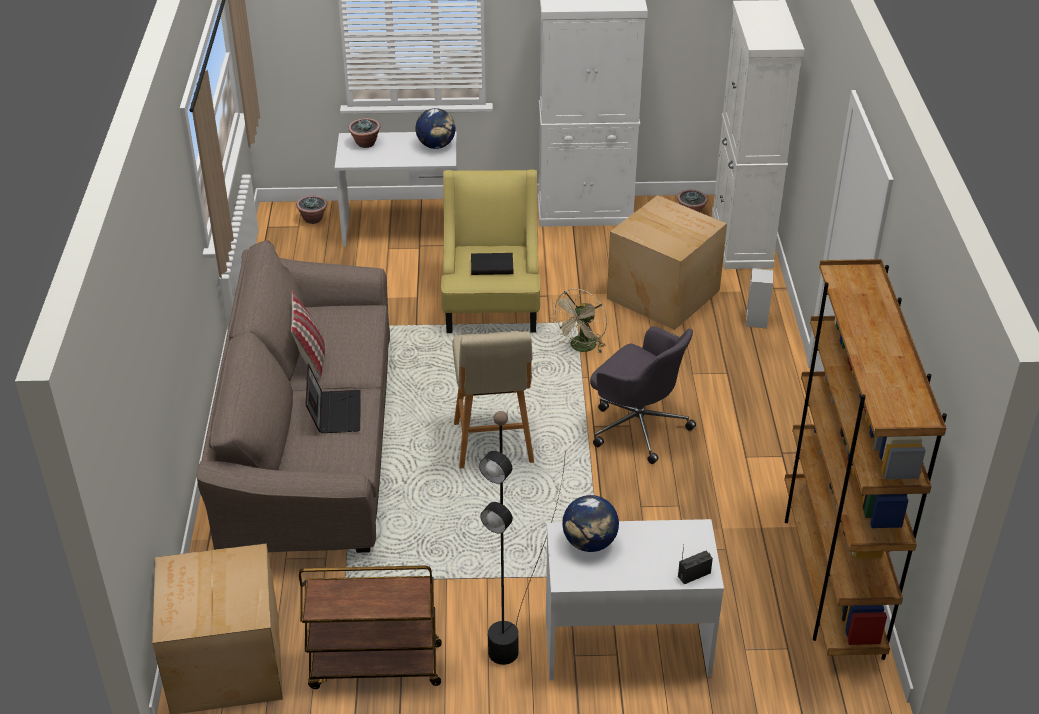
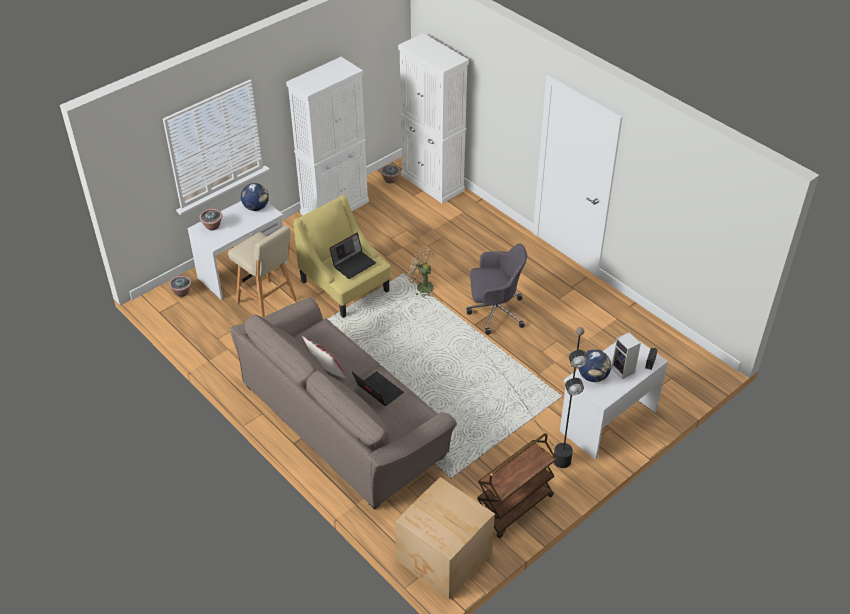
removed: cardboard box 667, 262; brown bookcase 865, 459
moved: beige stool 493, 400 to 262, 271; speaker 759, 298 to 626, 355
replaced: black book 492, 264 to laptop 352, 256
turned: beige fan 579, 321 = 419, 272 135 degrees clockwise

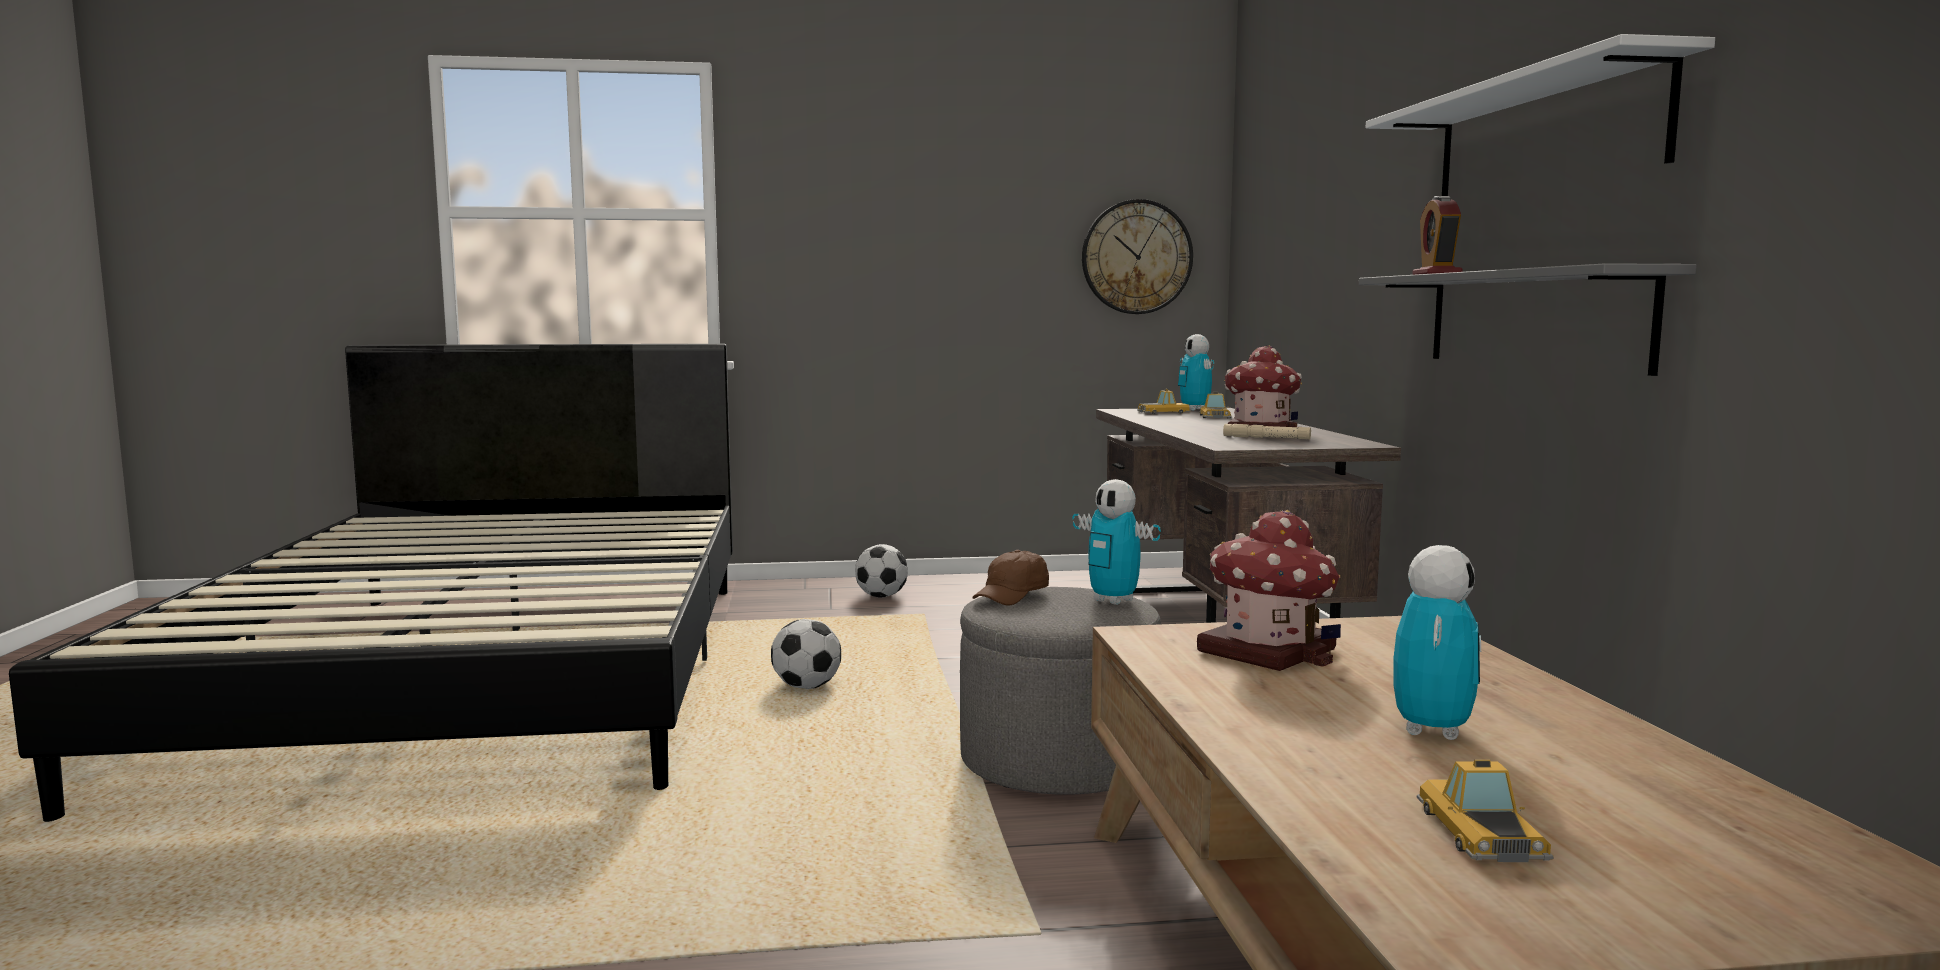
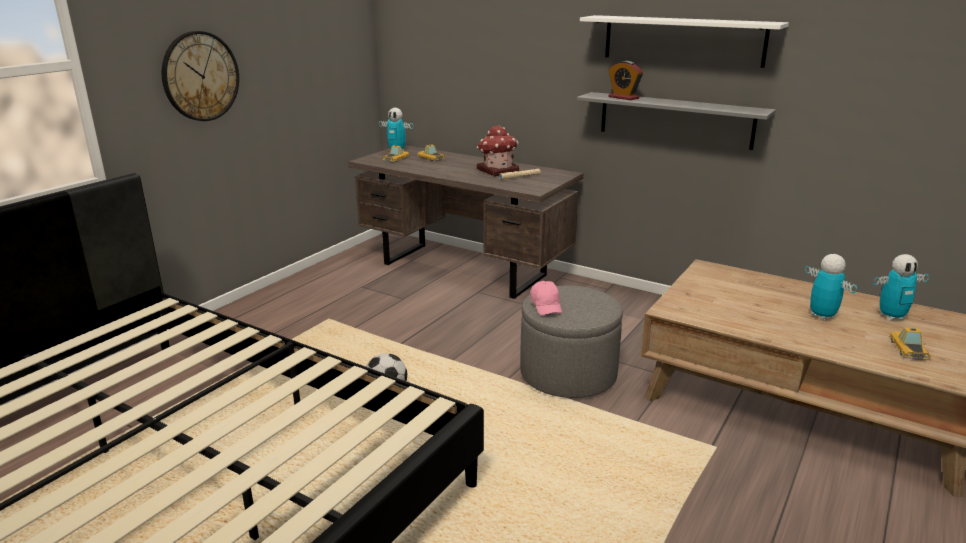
removed: football 881, 571; toy house 1269, 590
moved: toy robot 1116, 542 to 901, 287; wall clock 1137, 256 to 200, 76
recoloured: brown cap 1010, 578 to pink cap 546, 298
turned: toy car 1485, 811 = 910, 344 60 degrees clockwise

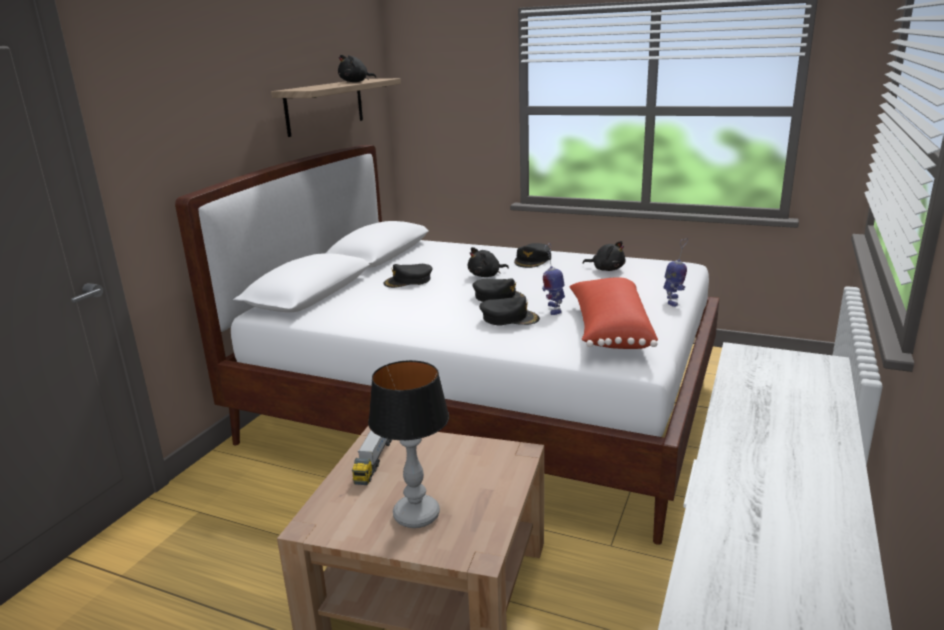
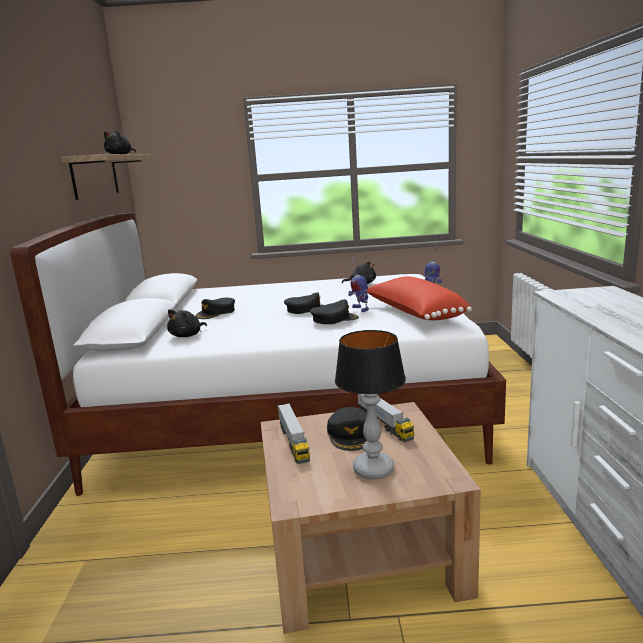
added: toy truck 386, 418
moved: black plush toy 488, 262 to 187, 323; black cap 532, 255 to 347, 429

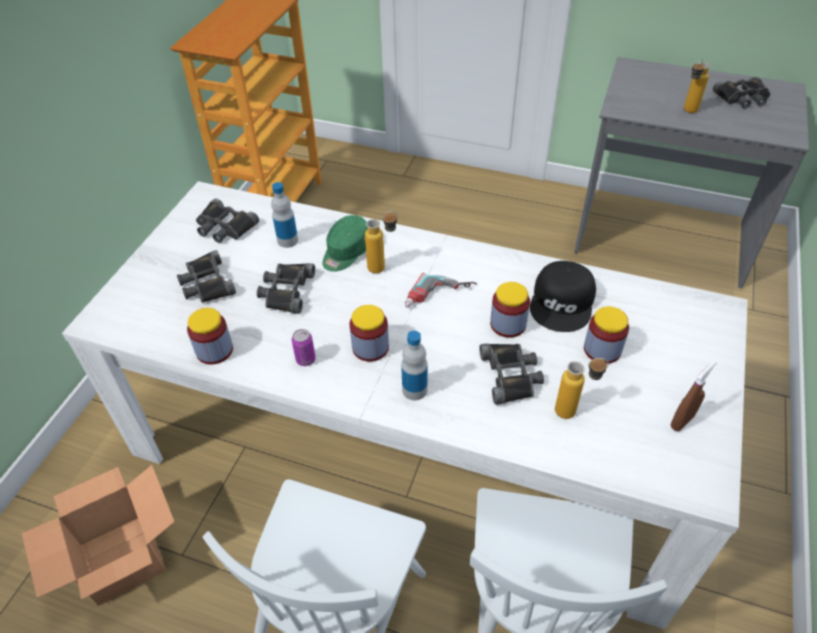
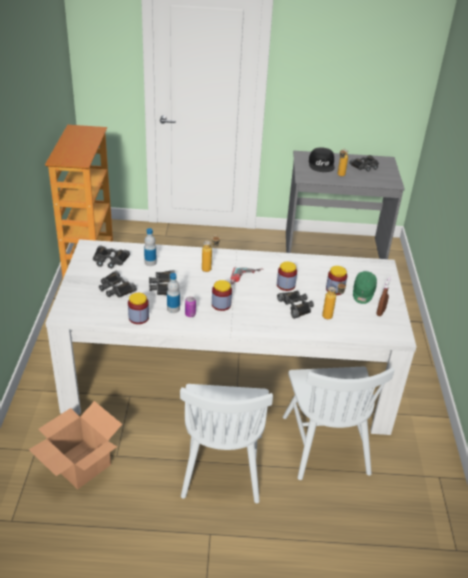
moved: green cap 345, 243 to 365, 287; bottle 414, 365 to 173, 293; black cap 563, 296 to 322, 160

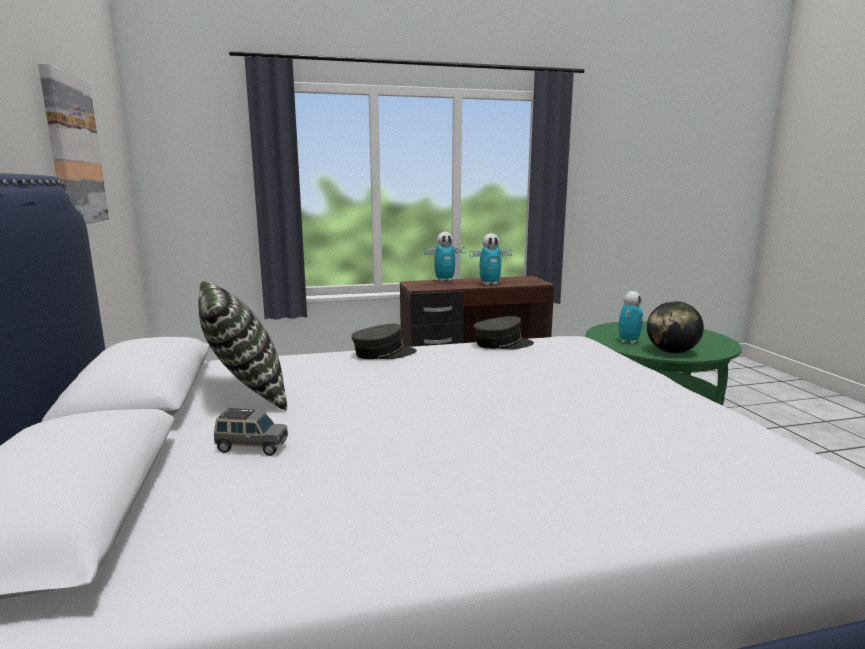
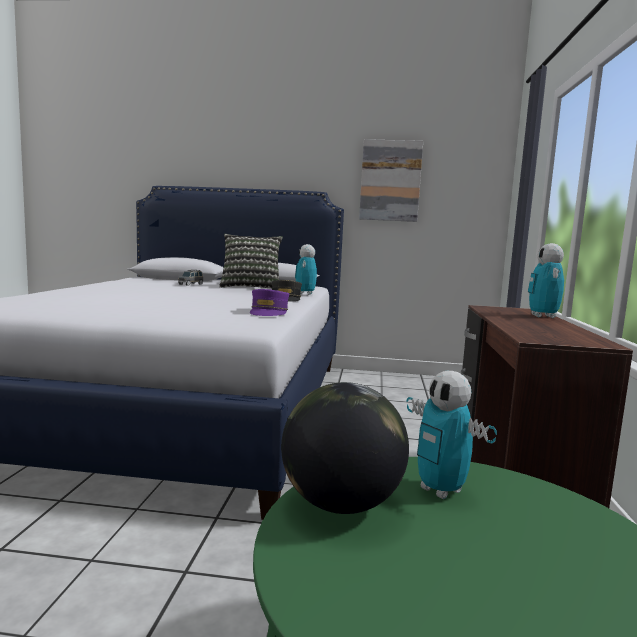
moved: toy robot 490, 259 to 306, 269
recoloured: grey cap 504, 332 to purple cap 269, 302

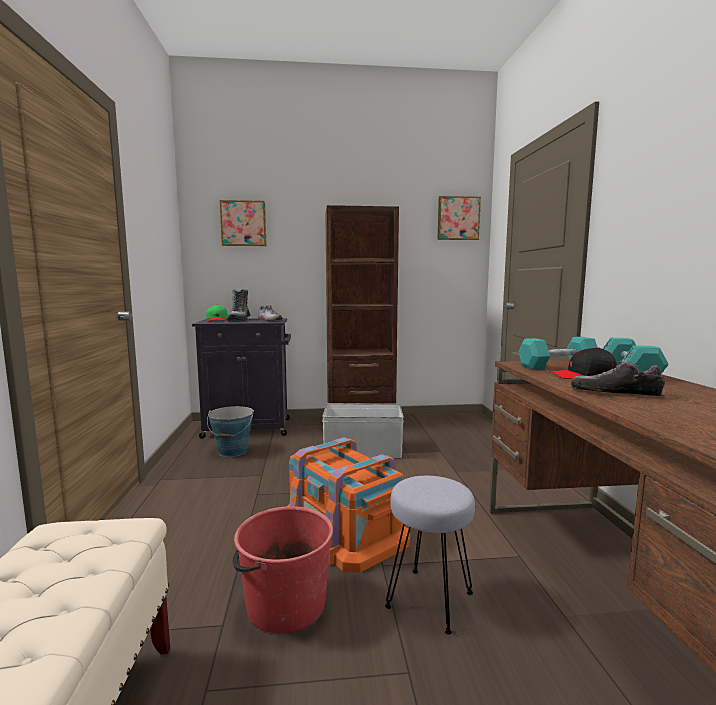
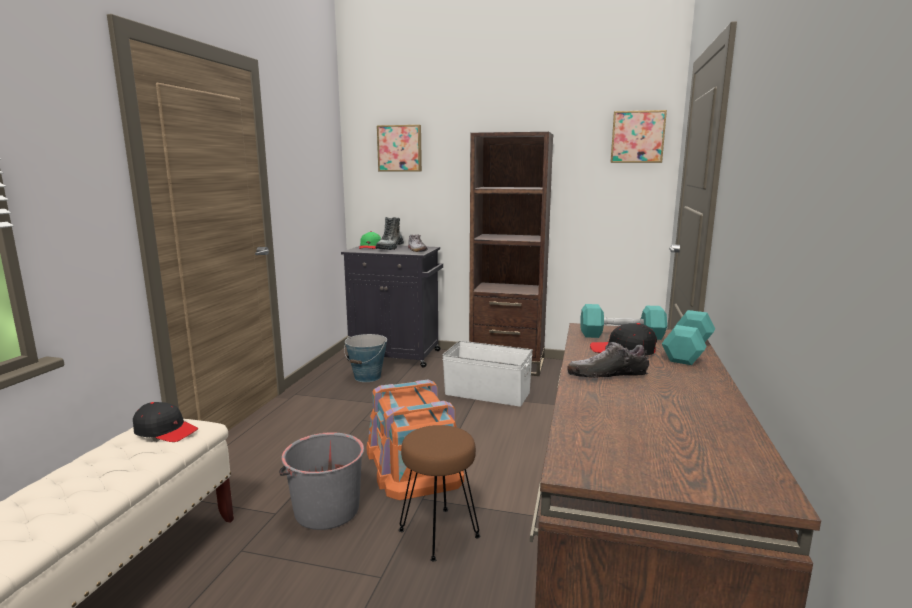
added: black cap 166, 422
recoloured: red bucket 283, 570 to grey bucket 321, 481; grey stool 430, 555 to brown stool 439, 493
turned: shoe 618, 378 = 608, 360 45 degrees counterclockwise

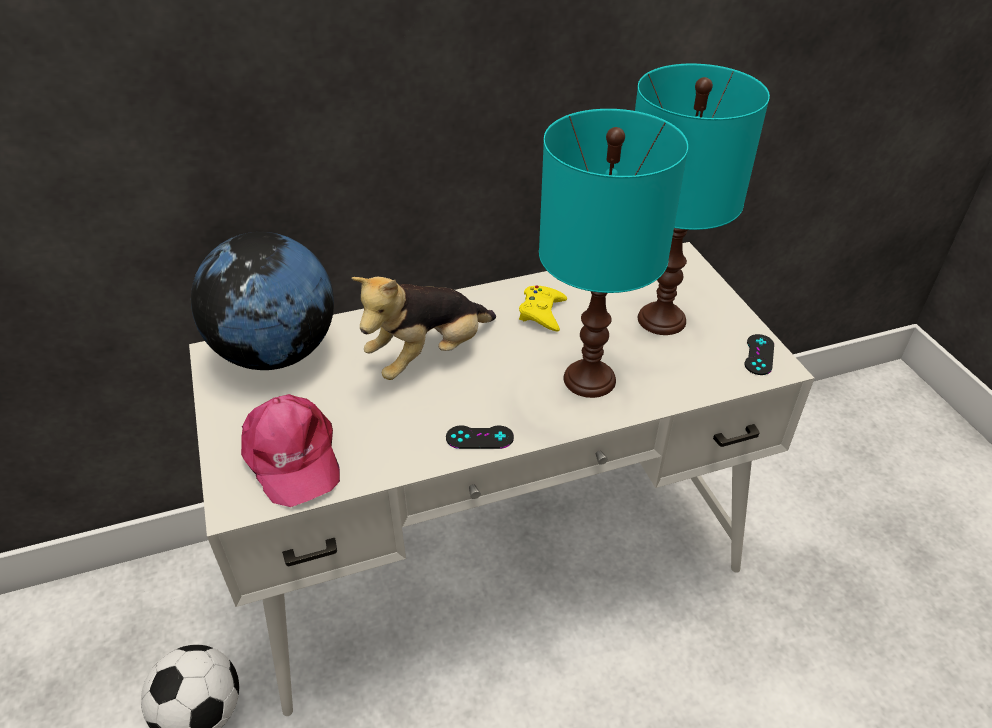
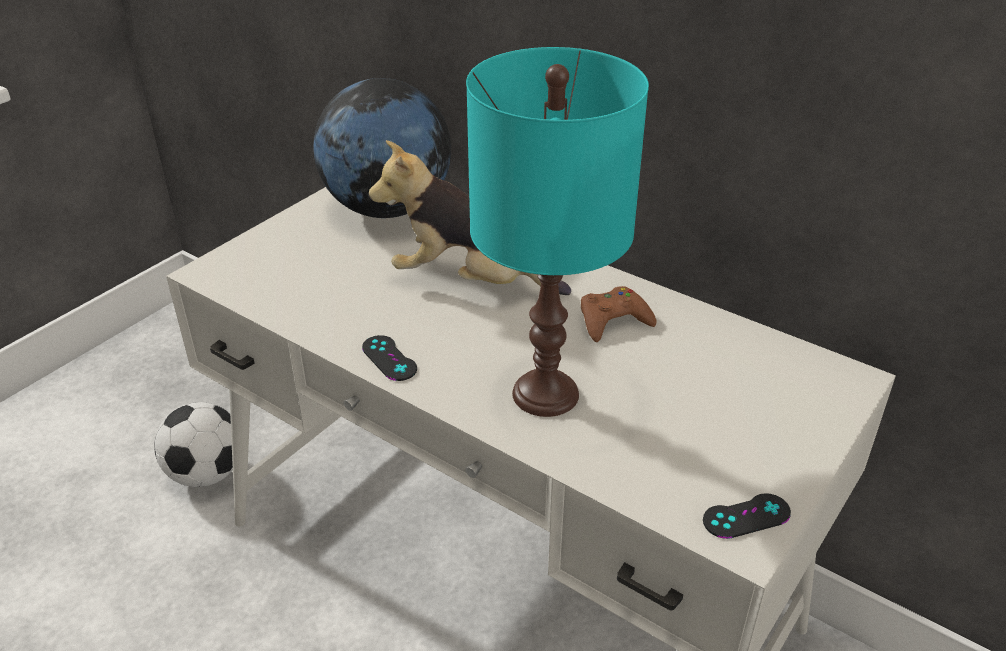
removed: pink cap 290, 450; turquoise table lamp 702, 199
recoloured: yellow game controller 543, 308 to brown game controller 619, 314

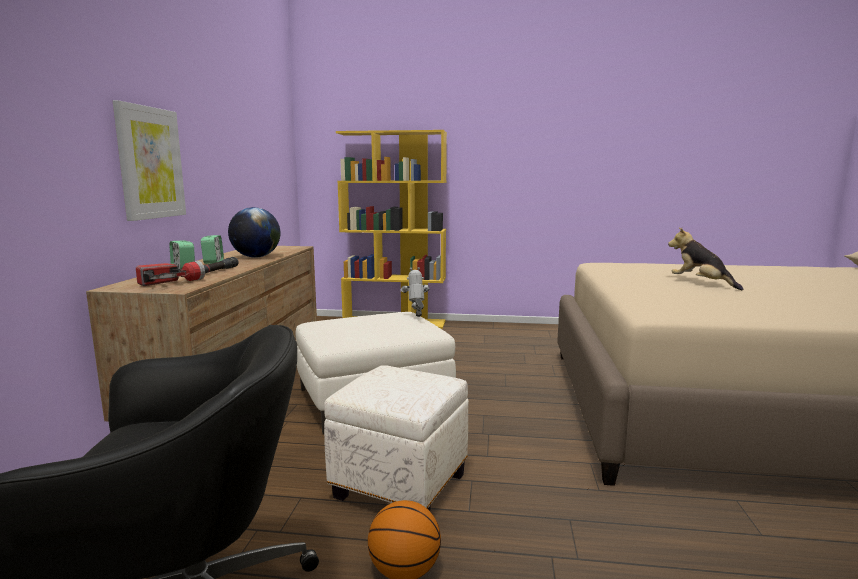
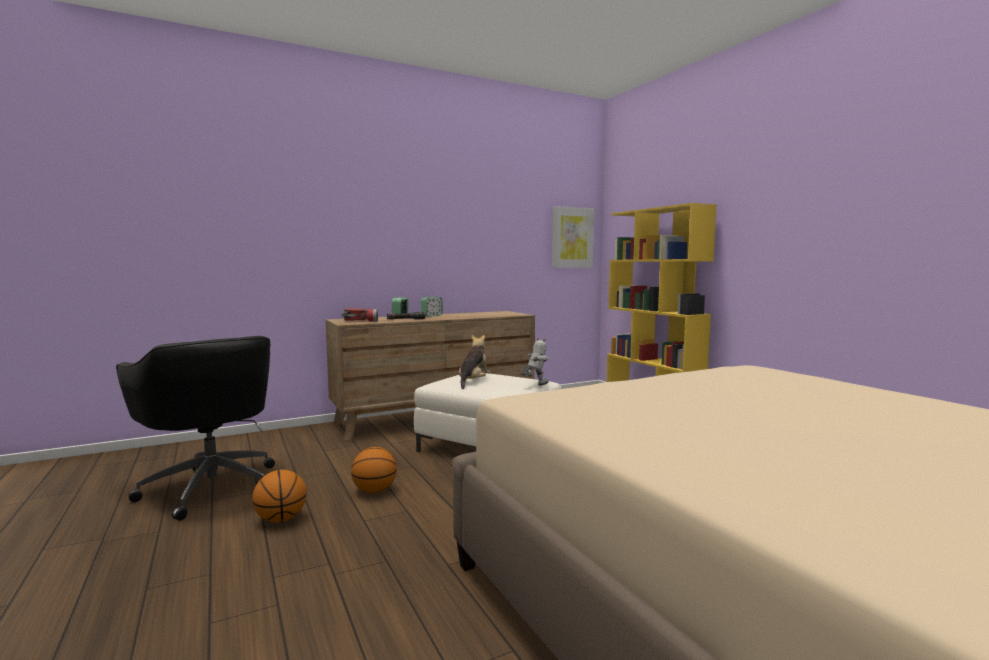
removed: globe 254, 232
moved: picture 149, 160 to 573, 237; plush toy 705, 259 to 475, 361
replaced: white ottoman 396, 438 to basketball 374, 470

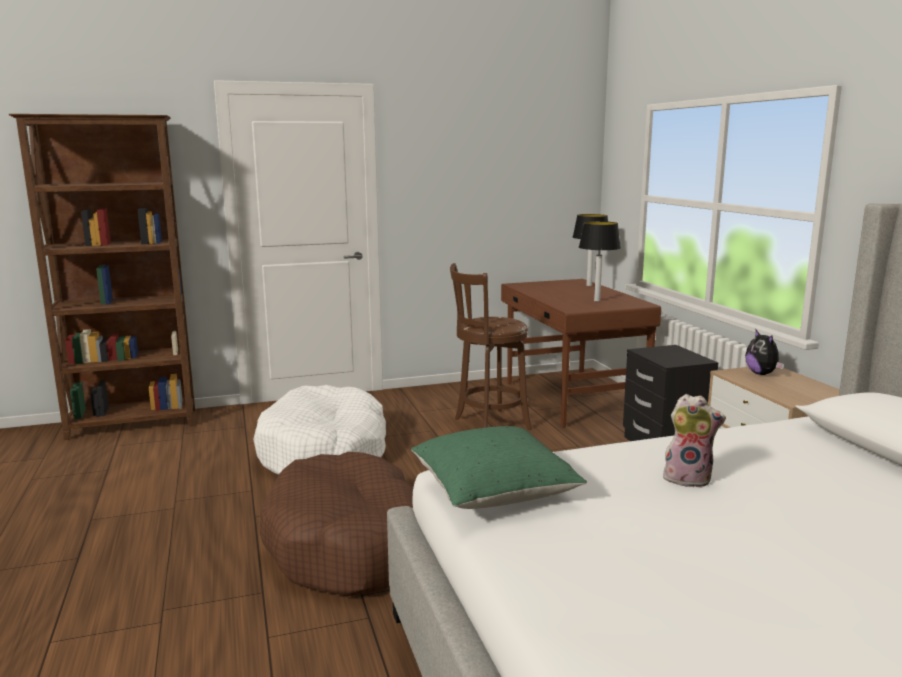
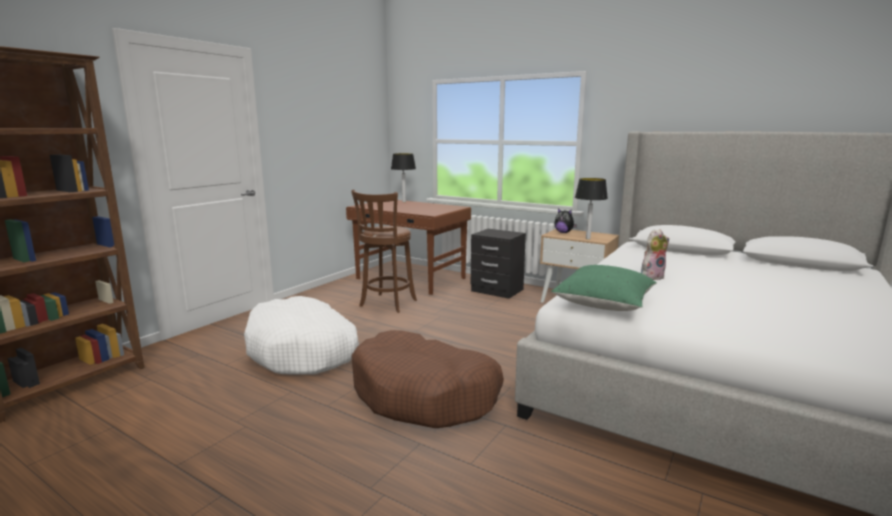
moved: table lamp 600, 261 to 591, 208

